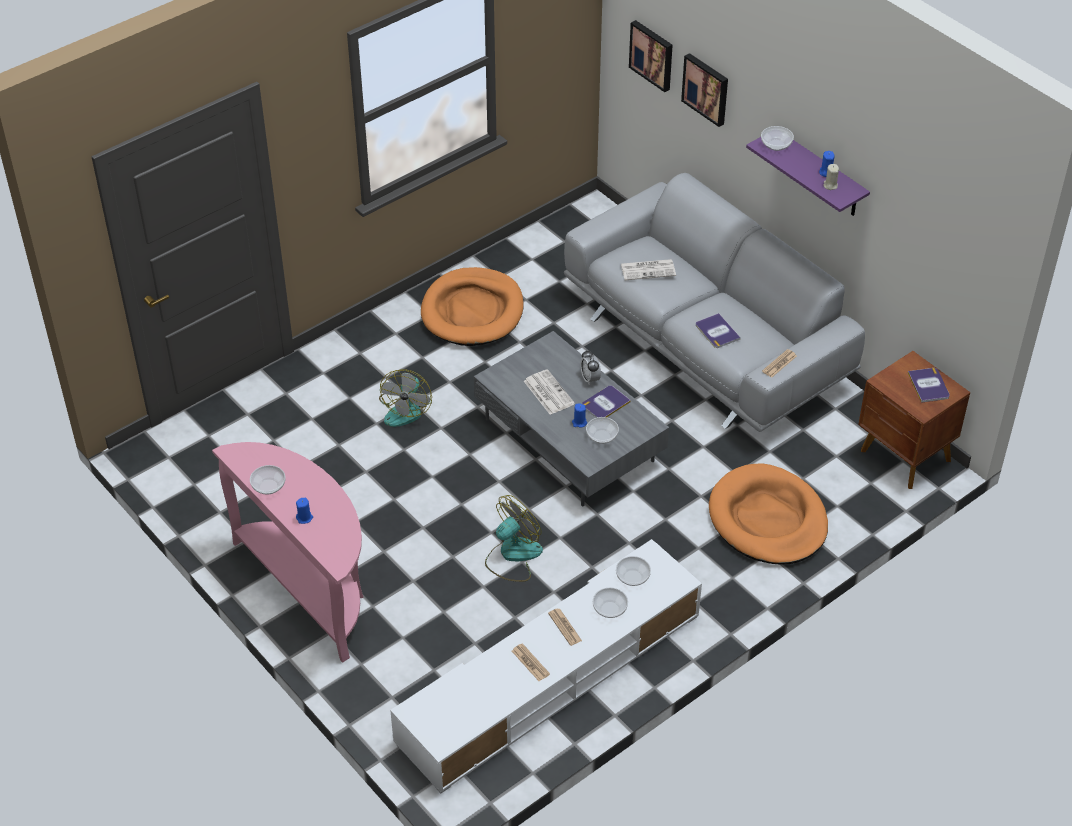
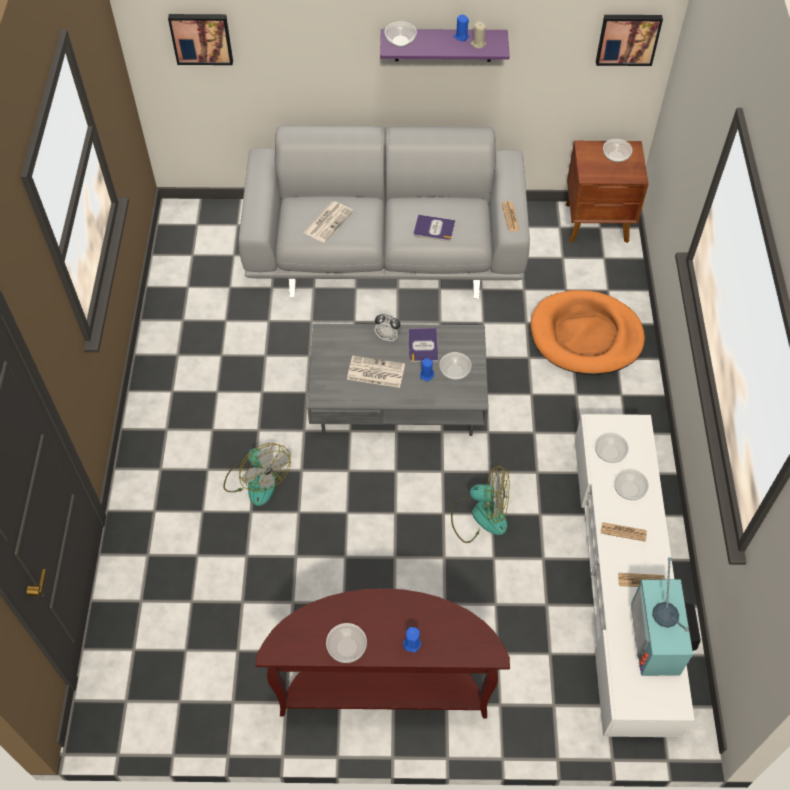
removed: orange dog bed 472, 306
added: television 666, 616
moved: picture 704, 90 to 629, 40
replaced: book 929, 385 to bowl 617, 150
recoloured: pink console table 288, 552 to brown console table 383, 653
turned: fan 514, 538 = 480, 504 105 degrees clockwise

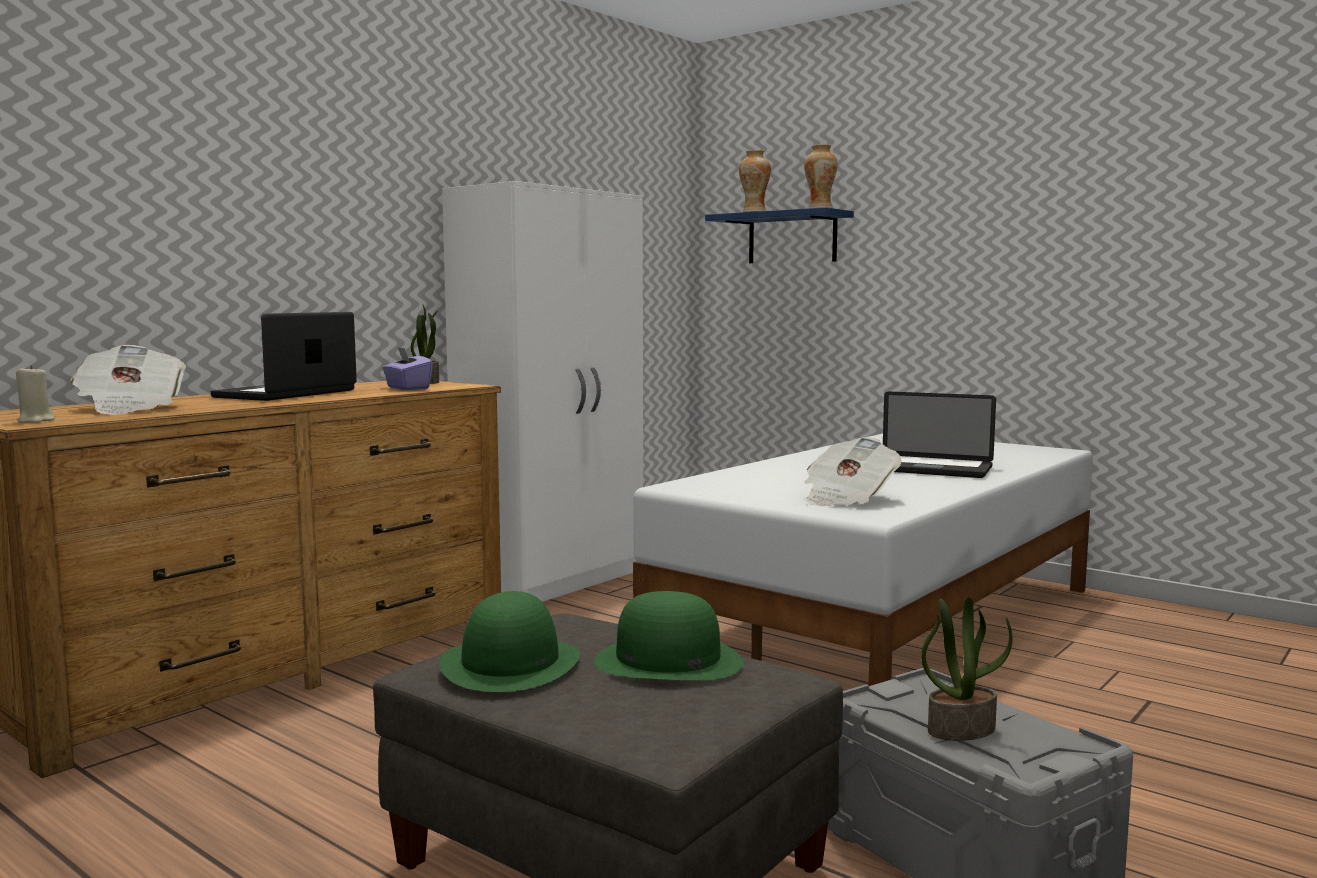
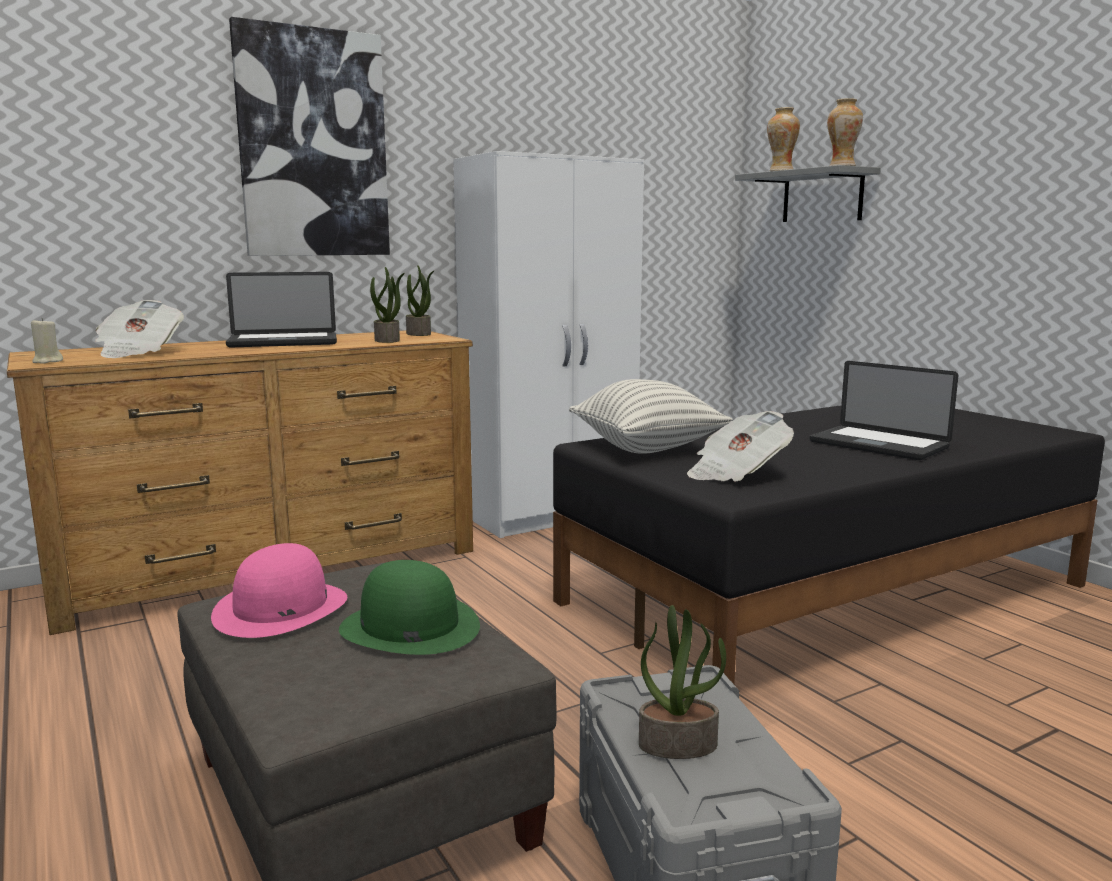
added: picture 309, 136; pillow 651, 416
replaced: purple tissue box 407, 368 to potted plant 387, 305
recoloured: green hat 509, 641 to pink hat 279, 590; white bed 863, 560 to black bed 829, 544; blue shelf 779, 235 to grey shelf 808, 193
turned: laptop 284, 356 = 281, 309 150 degrees counterclockwise

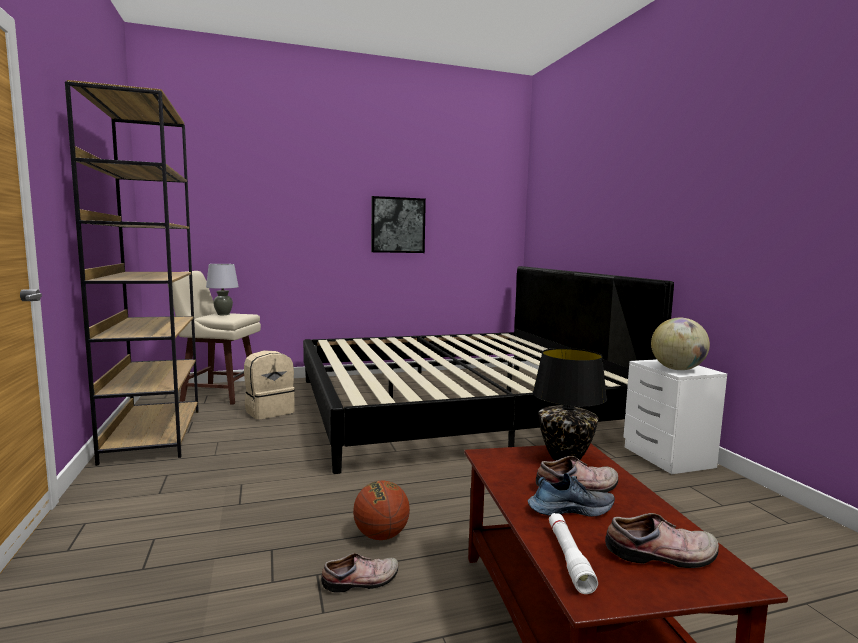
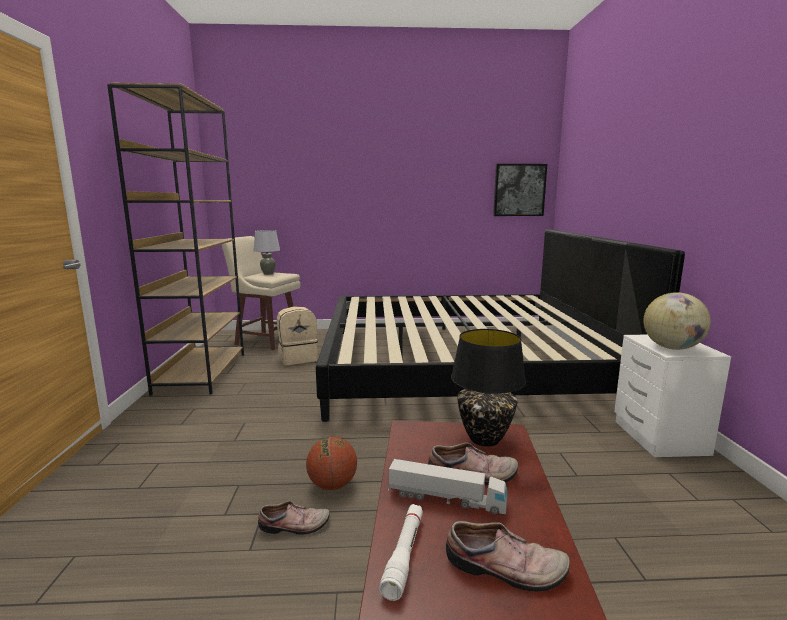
moved: picture 398, 224 to 520, 190
replaced: shoe 571, 495 to toy truck 447, 486

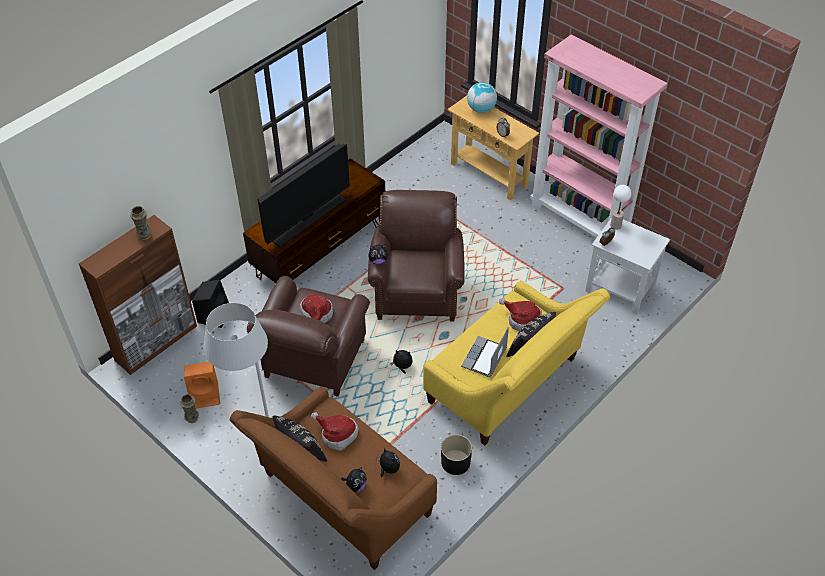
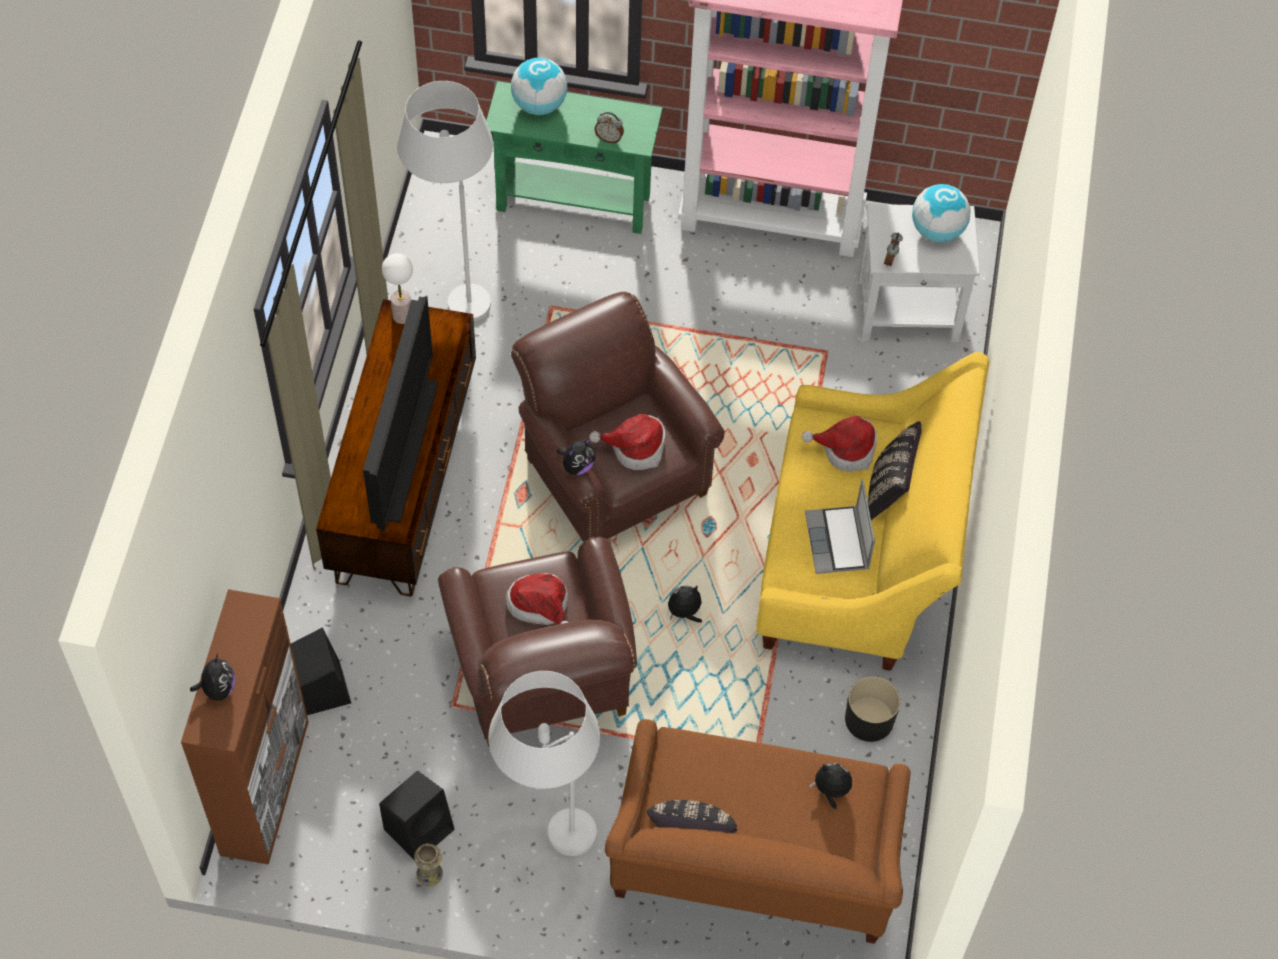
removed: vase 140, 223
added: white floor lamp 445, 201; globe 941, 213
moved: hat 335, 431 to 627, 442; plush toy 354, 479 to 212, 677; table lamp 620, 207 to 397, 288
recoloured: orange speaker 202, 385 to black speaker 416, 815; beige console table 493, 148 to green console table 574, 157

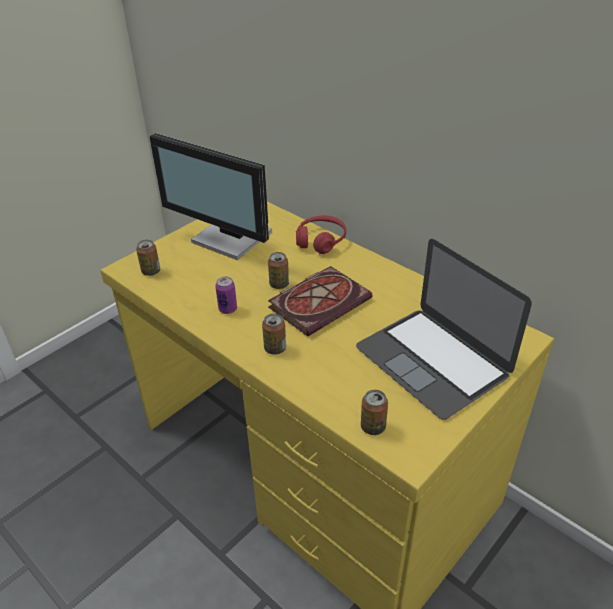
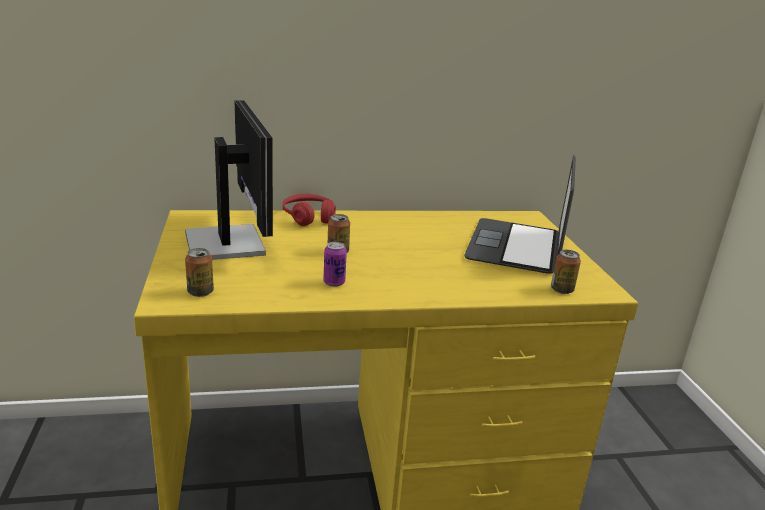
removed: can 274, 334; book 320, 301
turned: monitor 210, 196 = 229, 180 90 degrees counterclockwise; laptop 444, 329 = 520, 214 105 degrees clockwise

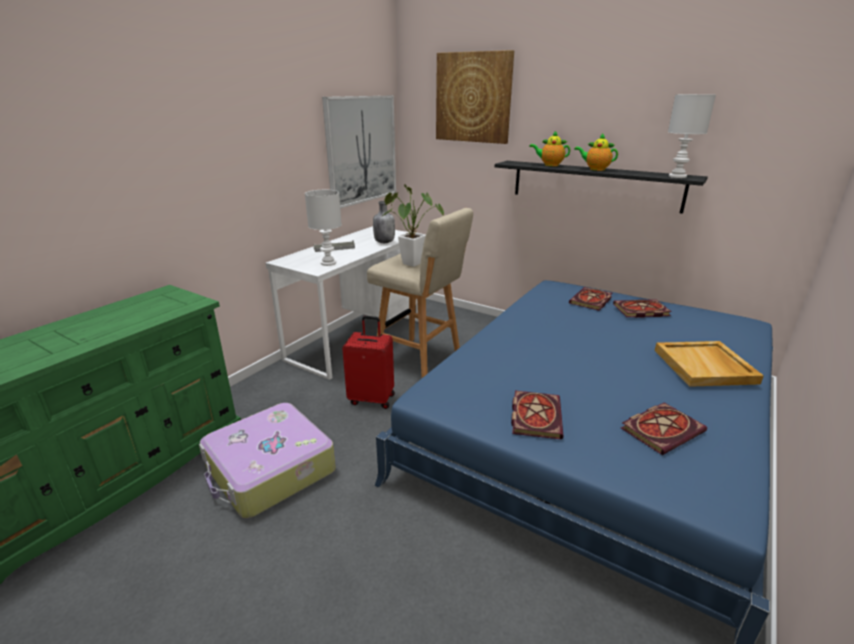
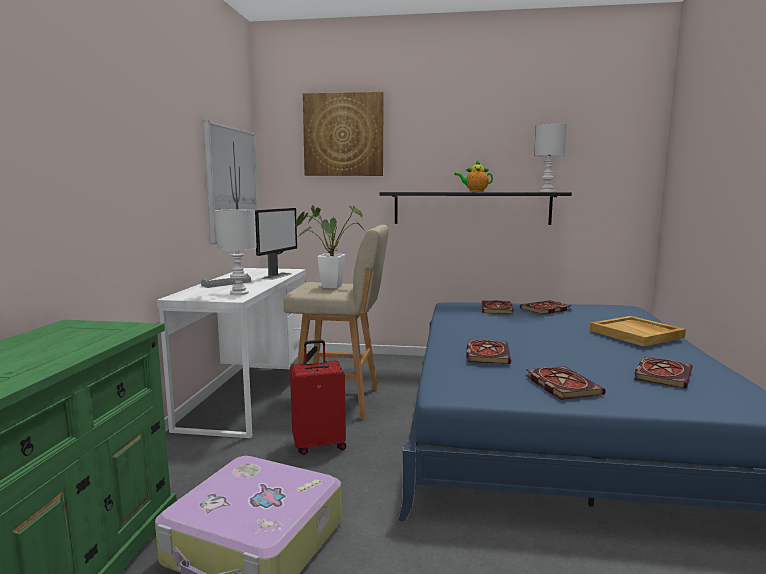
removed: teapot 549, 148
added: book 488, 352
replaced: grey bottle 384, 222 to monitor 276, 244

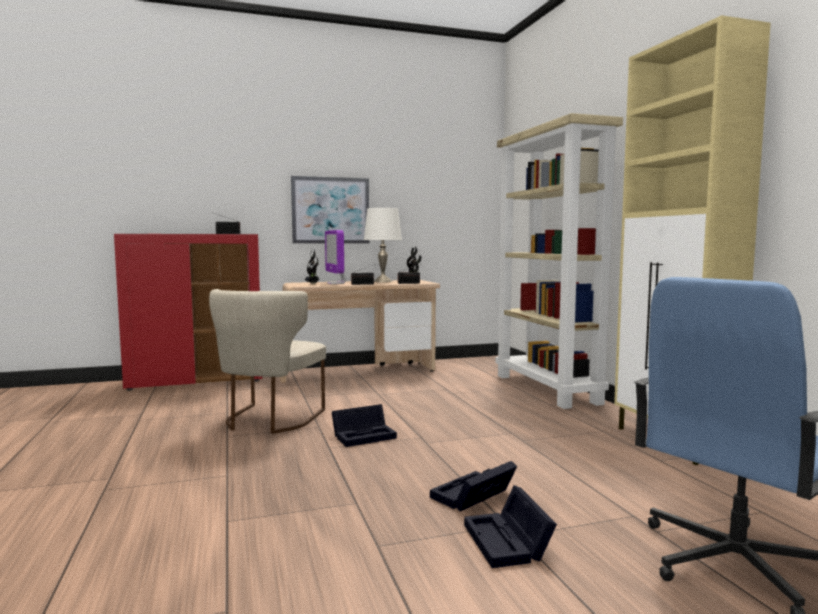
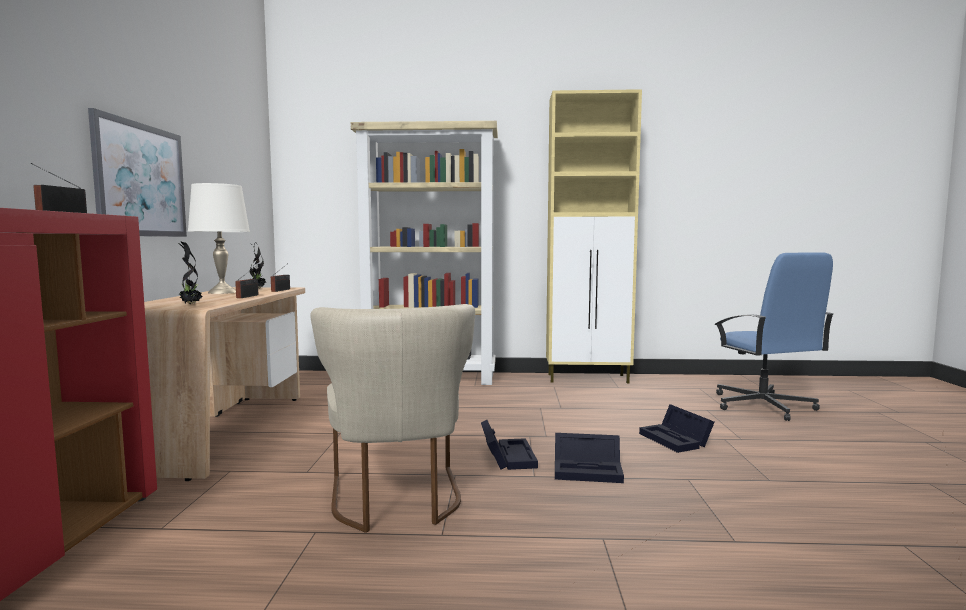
removed: monitor 335, 257
moved: black storage box 510, 526 to 589, 458
turned: beige chair 267, 361 = 392, 418 45 degrees clockwise

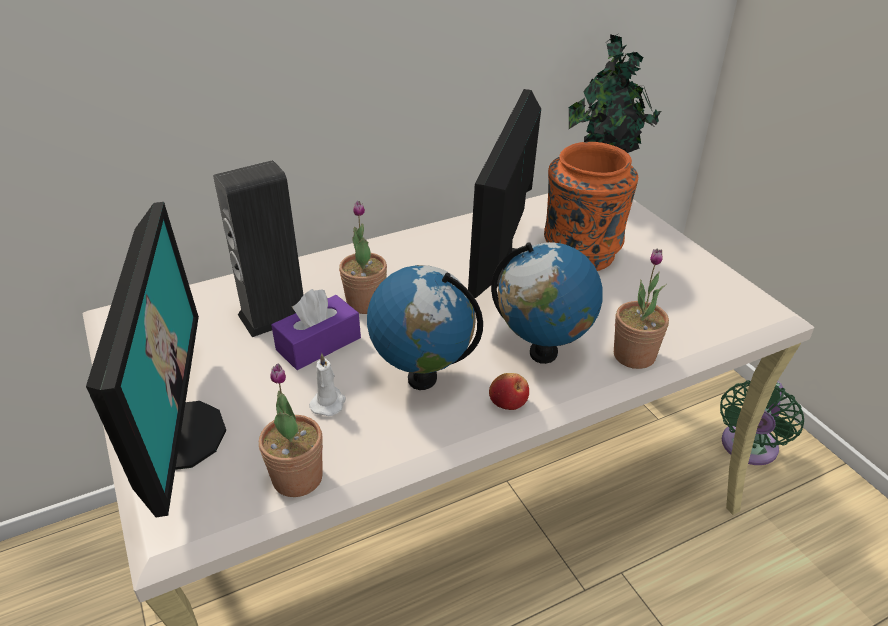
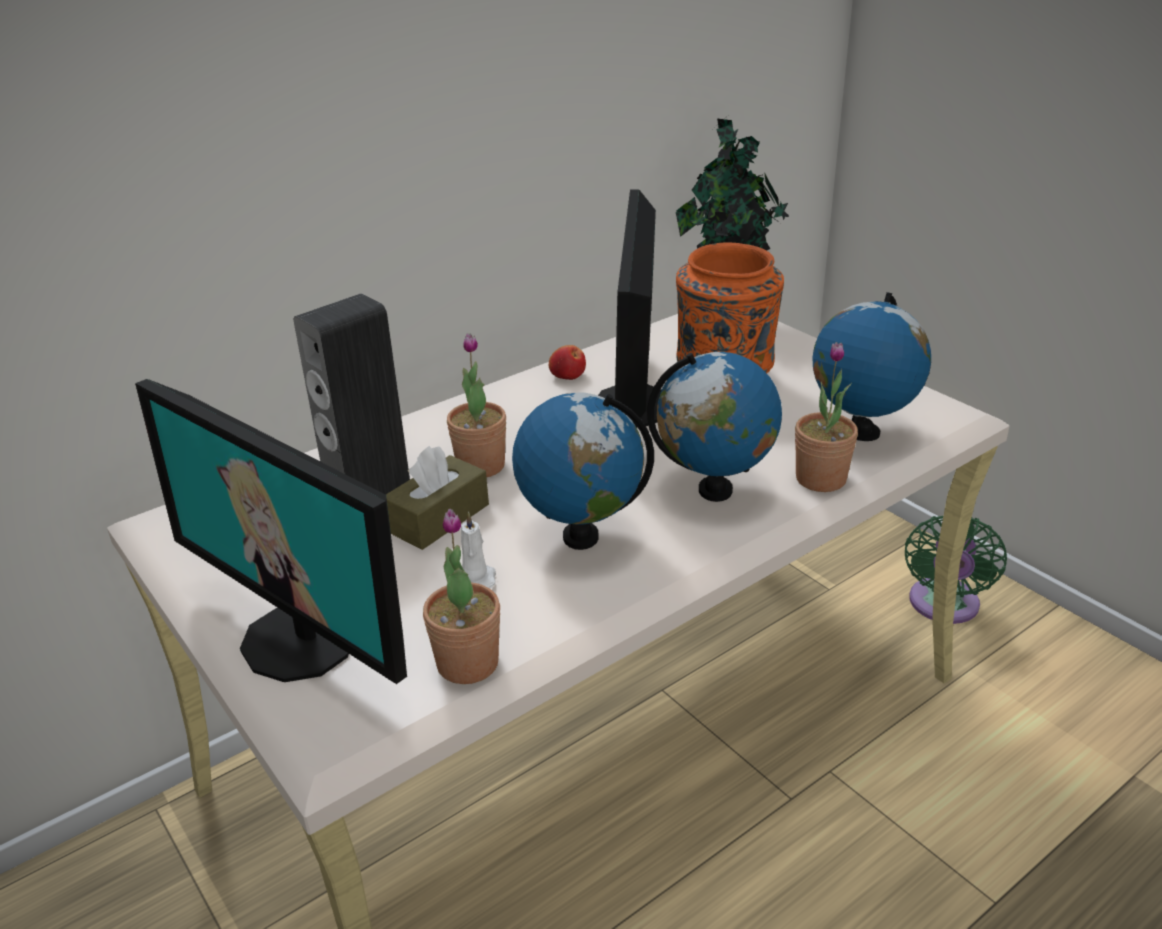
added: globe 872, 366
moved: apple 509, 391 to 567, 362
recoloured: purple tissue box 316, 329 to brown tissue box 437, 498
turned: monitor 156, 359 = 271, 531 150 degrees clockwise

